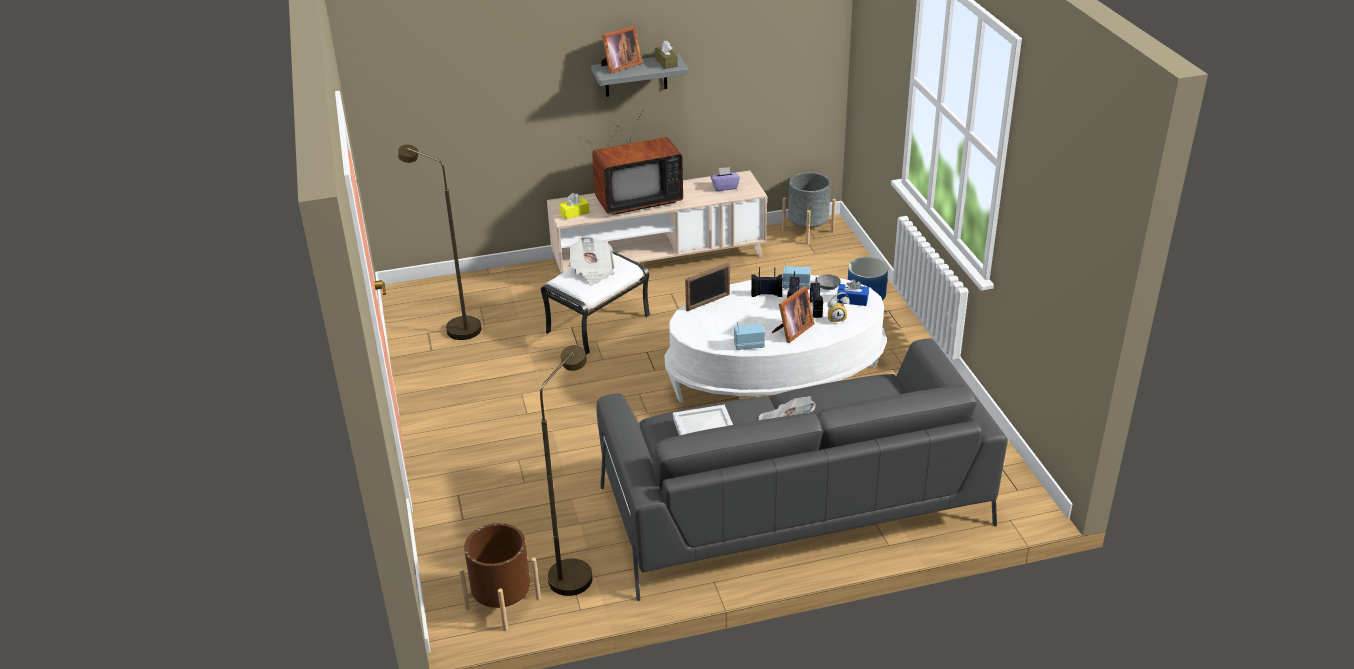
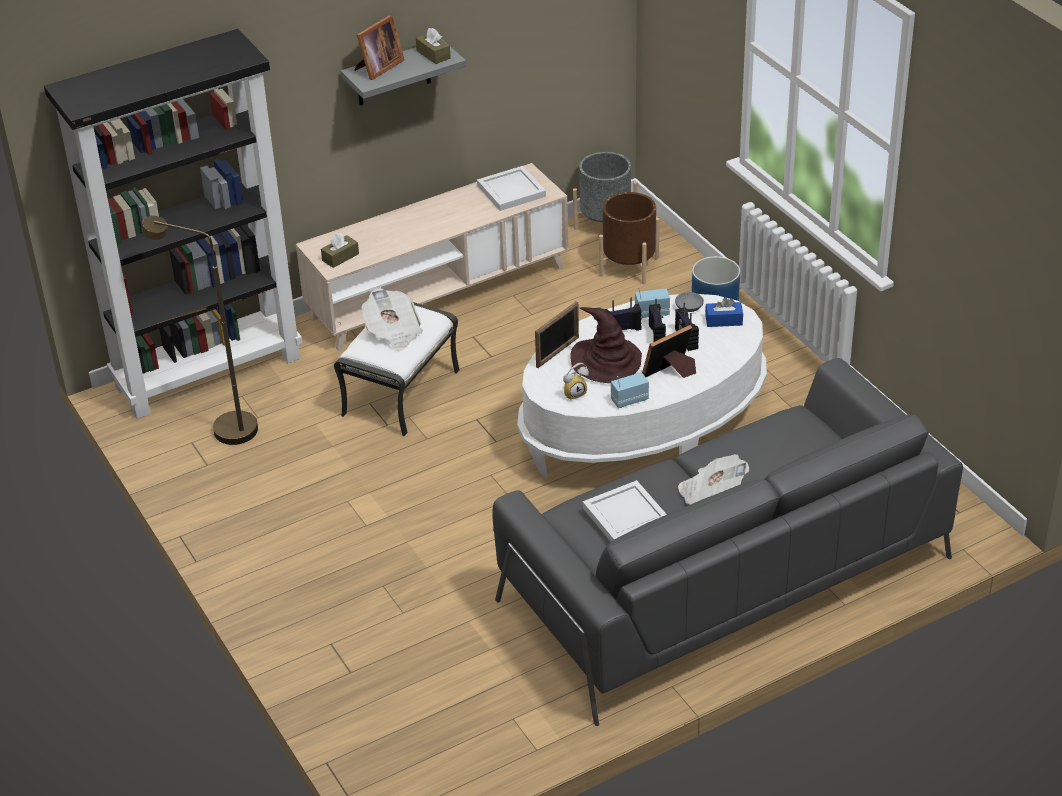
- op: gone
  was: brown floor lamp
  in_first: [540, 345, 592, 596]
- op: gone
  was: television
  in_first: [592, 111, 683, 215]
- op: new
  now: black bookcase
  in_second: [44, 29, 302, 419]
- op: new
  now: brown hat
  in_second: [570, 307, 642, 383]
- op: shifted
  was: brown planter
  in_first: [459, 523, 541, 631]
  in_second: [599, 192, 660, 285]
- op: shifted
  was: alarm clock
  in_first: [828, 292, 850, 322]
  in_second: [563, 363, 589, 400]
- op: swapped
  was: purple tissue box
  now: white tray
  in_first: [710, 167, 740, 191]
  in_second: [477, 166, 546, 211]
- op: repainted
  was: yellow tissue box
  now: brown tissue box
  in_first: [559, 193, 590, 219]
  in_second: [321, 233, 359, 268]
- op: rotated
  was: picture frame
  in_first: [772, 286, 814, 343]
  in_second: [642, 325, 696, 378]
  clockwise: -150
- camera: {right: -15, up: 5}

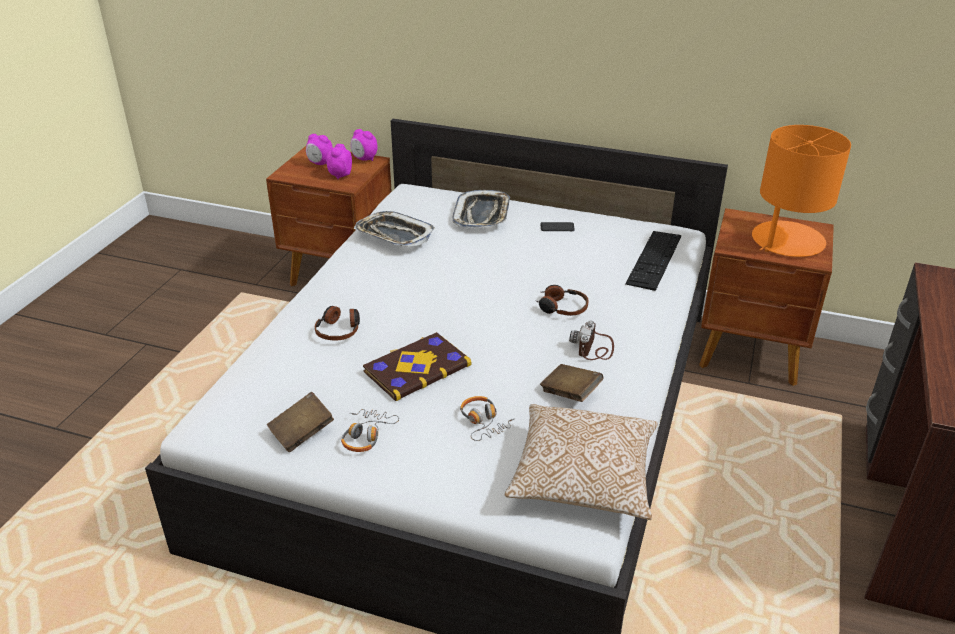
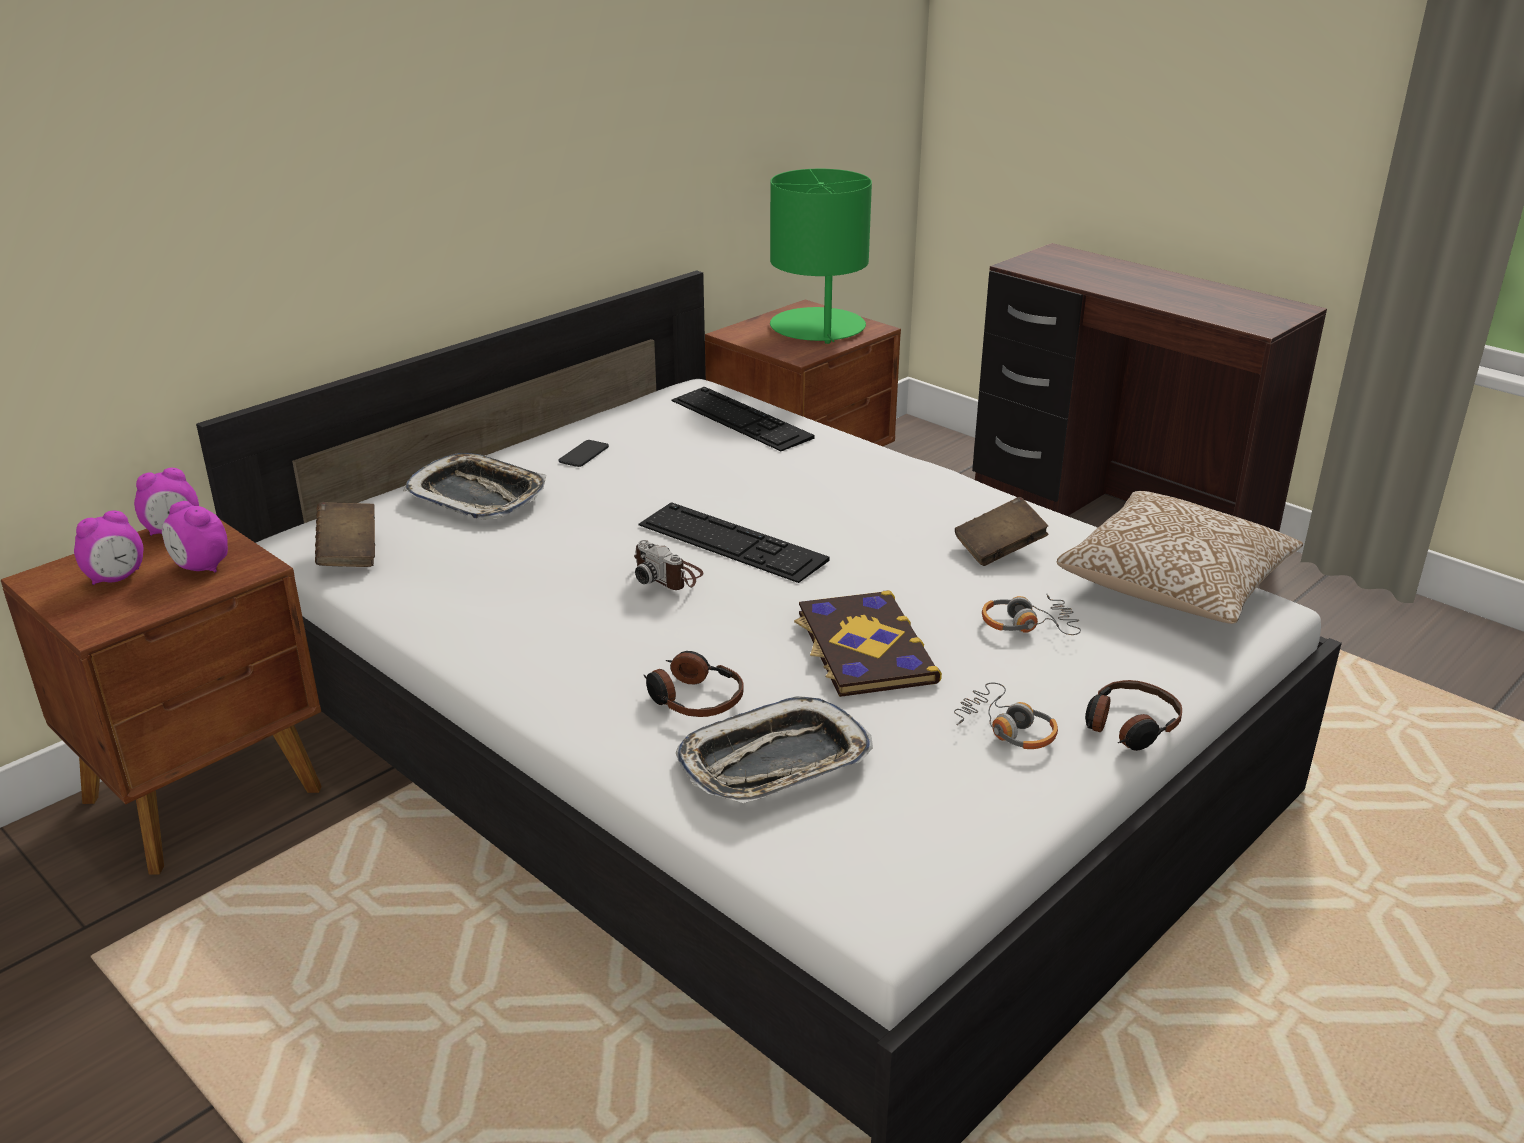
- op: new
  now: keyboard
  in_second: [639, 502, 830, 583]
- op: shifted
  was: brown book
  in_first: [267, 392, 334, 452]
  in_second: [315, 502, 375, 567]
- op: shifted
  was: tray
  in_first: [354, 211, 435, 247]
  in_second: [676, 696, 873, 803]
- op: shifted
  was: headphones
  in_first: [535, 285, 588, 316]
  in_second: [1085, 680, 1182, 751]
- op: shifted
  was: photo camera
  in_first: [569, 320, 614, 360]
  in_second: [634, 540, 703, 590]
- op: repainted
  was: orange table lamp
  now: green table lamp
  in_first: [752, 125, 851, 257]
  in_second: [770, 169, 872, 344]
- camera: {right: -65, up: -5}

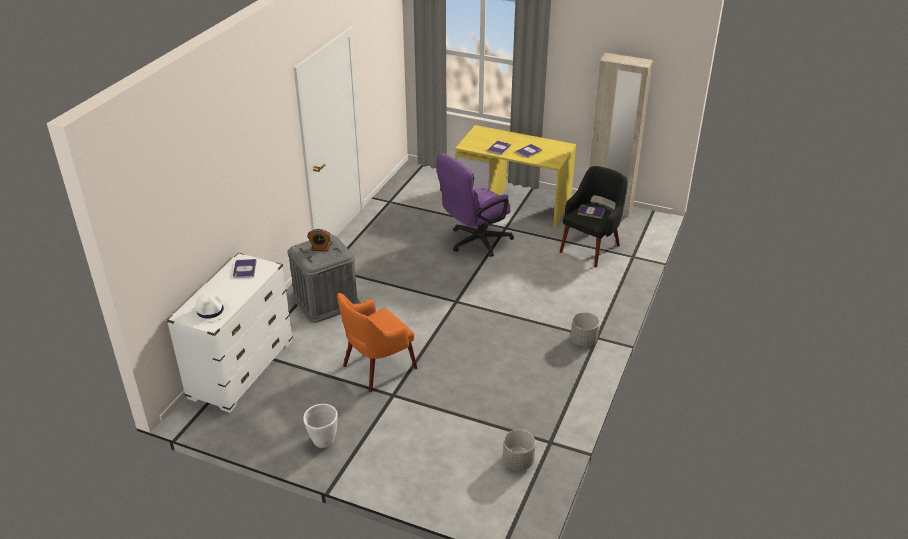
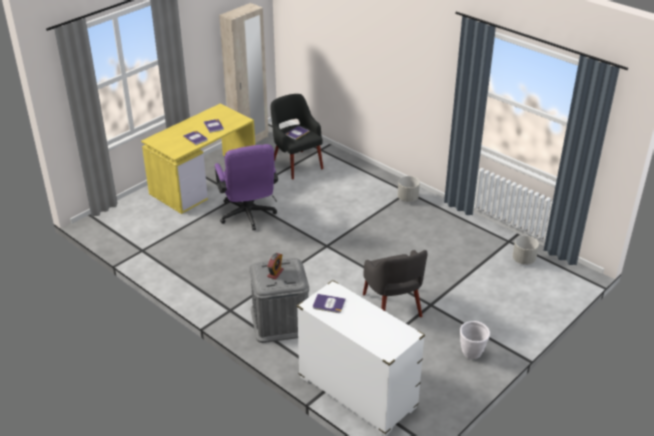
- op: gone
  was: white hat
  in_first: [191, 293, 229, 322]
- op: repainted
  was: orange armchair
  now: grey armchair
  in_first: [337, 293, 417, 392]
  in_second: [363, 250, 428, 317]
- camera: {right: -70, up: 0}

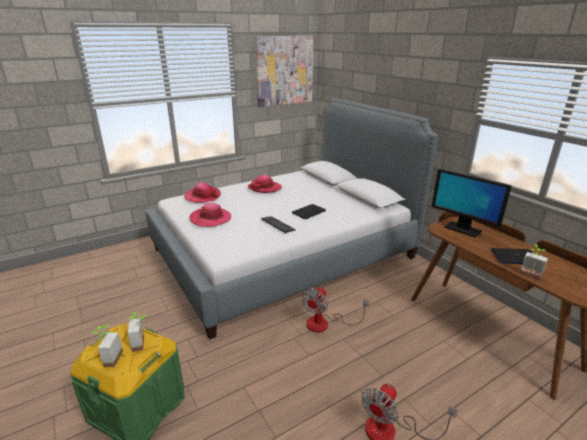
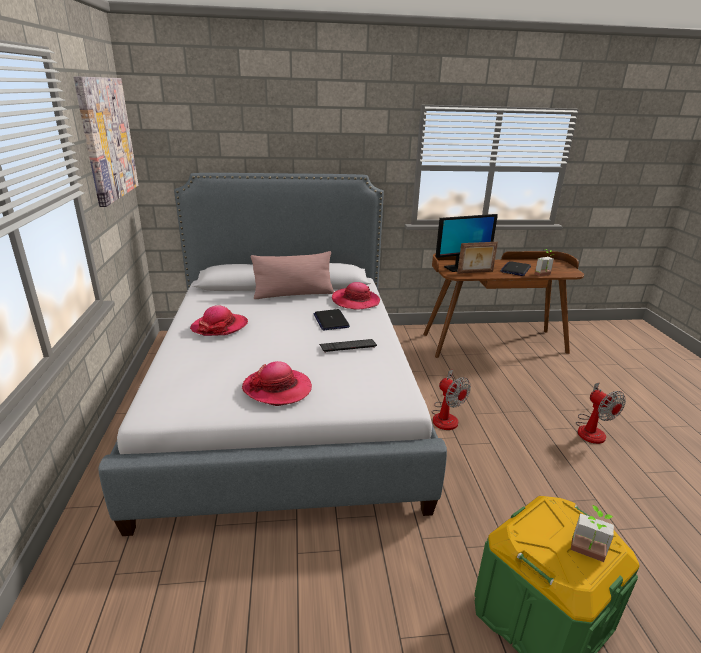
- op: gone
  was: potted plant
  in_first: [128, 312, 147, 352]
- op: new
  now: pink pillow
  in_second: [251, 251, 334, 299]
- op: new
  now: picture frame
  in_second: [457, 242, 498, 274]
- op: shifted
  was: hat
  in_first: [184, 183, 221, 203]
  in_second: [332, 282, 380, 310]
- camera: {right: -65, up: 0}

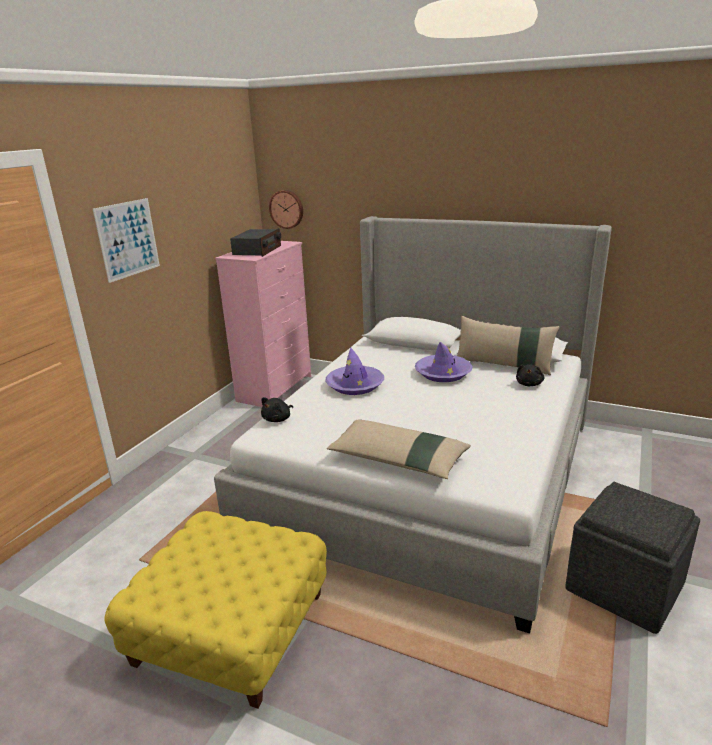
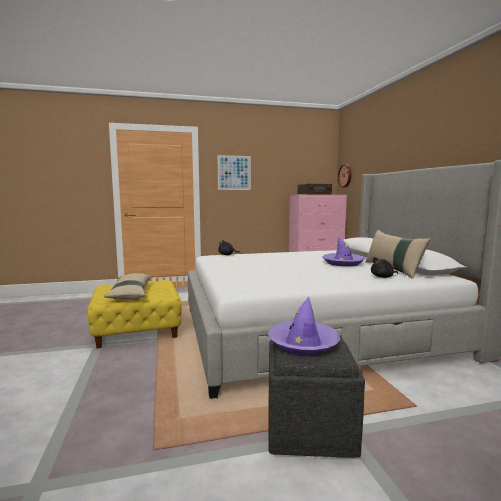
- op: shifted
  was: purple hat
  in_first: [325, 347, 384, 395]
  in_second: [268, 297, 340, 356]
- op: shifted
  was: beige pillow
  in_first: [327, 420, 471, 479]
  in_second: [104, 273, 151, 300]
- camera: {right: 50, up: -15}

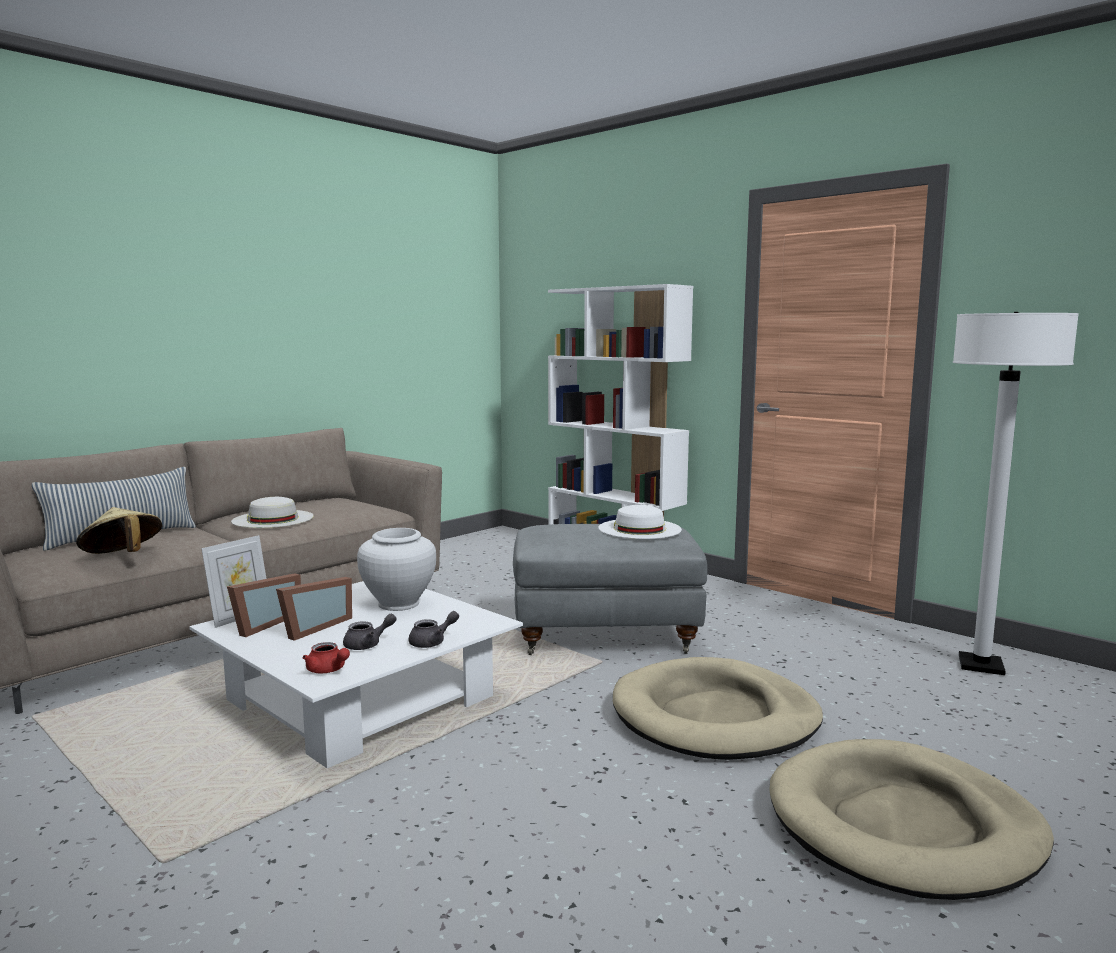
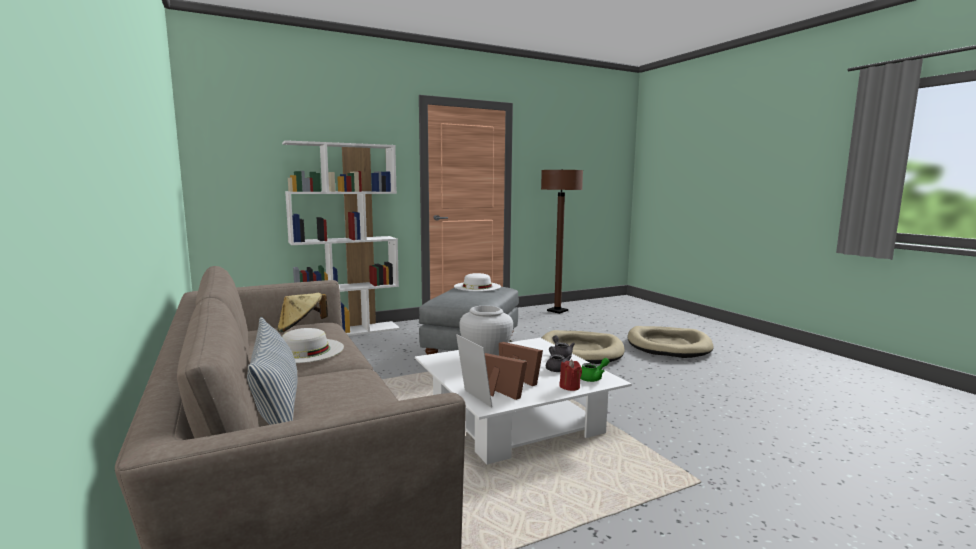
- op: new
  now: red candle
  in_second: [560, 360, 582, 391]
- op: shifted
  was: beige hat
  in_first: [76, 507, 162, 554]
  in_second: [277, 293, 328, 333]
- op: repainted
  was: red teapot
  now: green teapot
  in_first: [303, 642, 350, 673]
  in_second: [580, 358, 610, 382]
- op: repainted
  was: white floor lamp
  now: brown floor lamp
  in_first: [953, 312, 1079, 675]
  in_second: [541, 169, 583, 314]
- camera: {right: -70, up: 0}

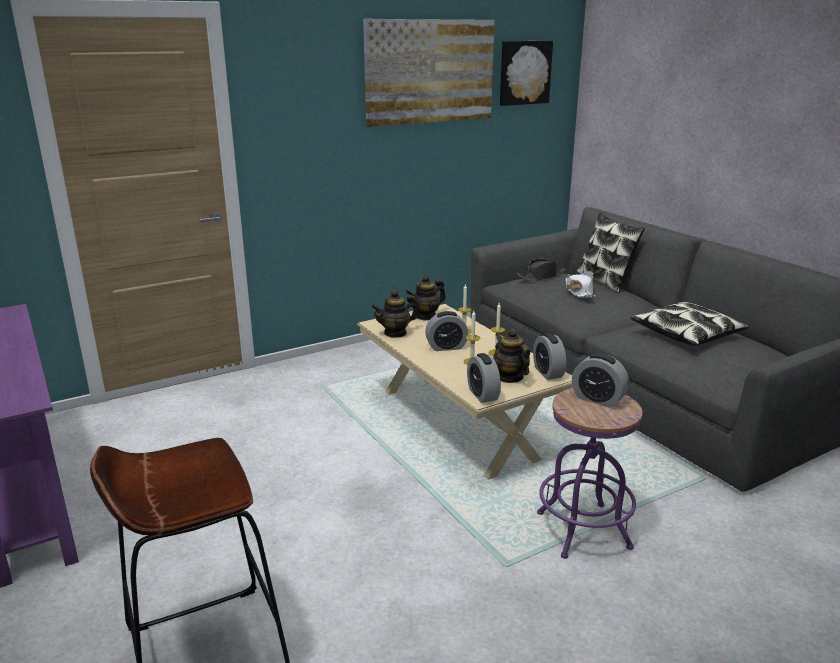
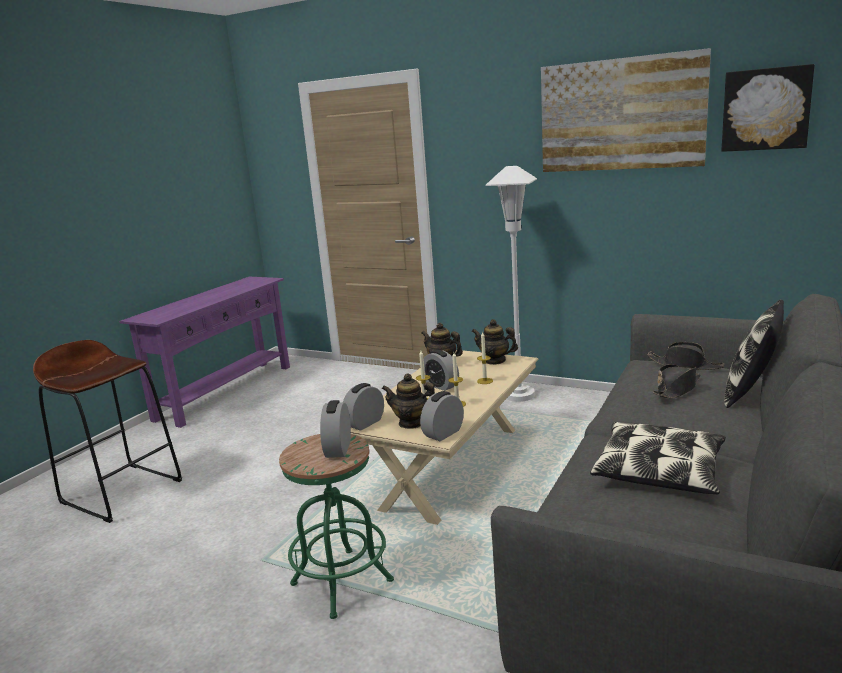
- op: new
  now: white floor lamp
  in_second: [485, 166, 537, 402]
- op: repainted
  was: purple stool
  now: green stool
  in_first: [537, 388, 643, 559]
  in_second: [279, 434, 394, 619]
- op: repainted
  was: white hat
  now: black hat
  in_first: [566, 271, 595, 298]
  in_second: [653, 364, 700, 398]
- op: rotated
  was: teapot
  in_first: [493, 329, 530, 383]
  in_second: [382, 373, 435, 429]
  clockwise: -105
- camera: {right: 60, up: -5}

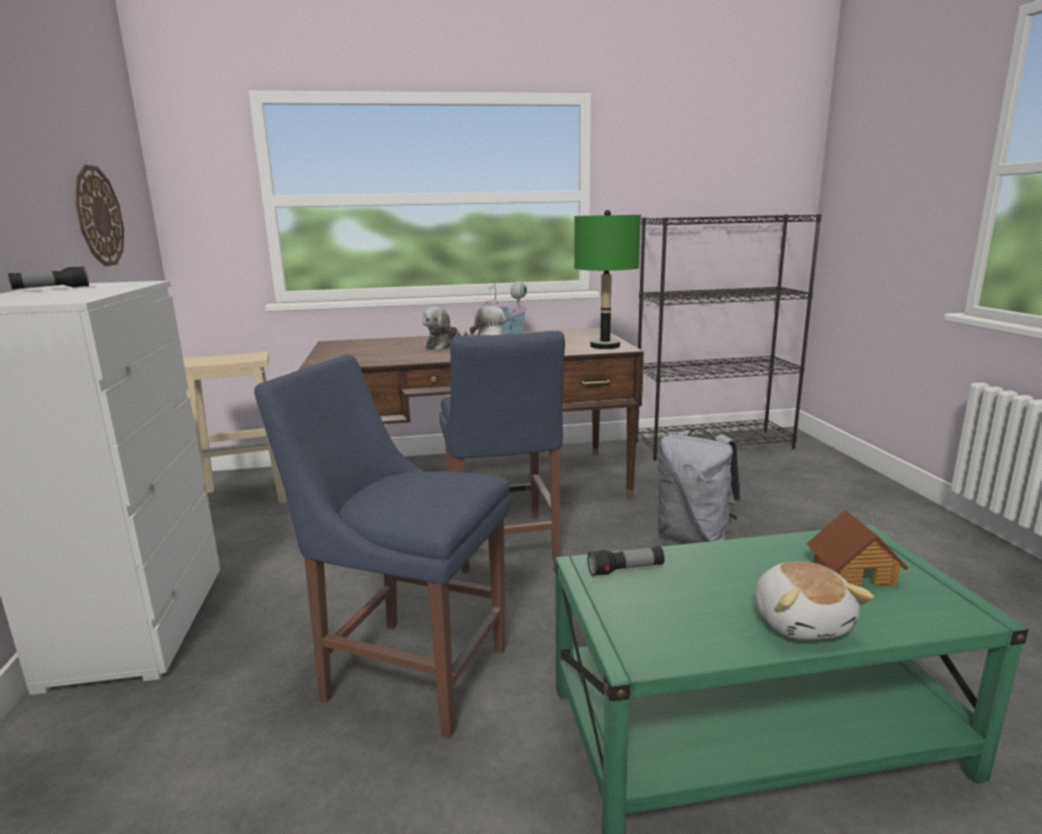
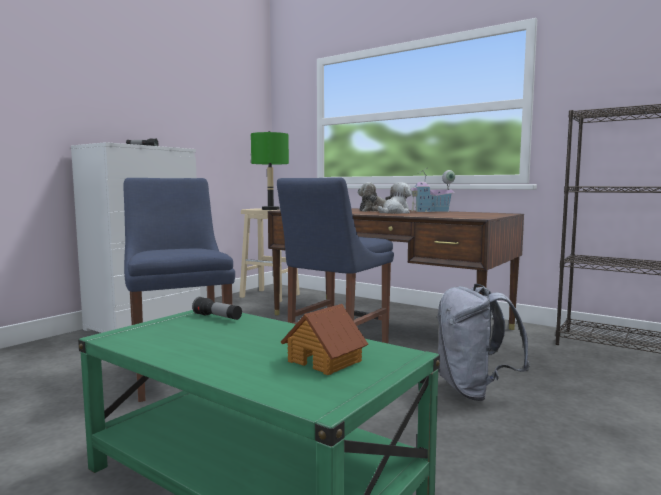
- op: gone
  was: wall clock
  in_first: [75, 165, 124, 266]
- op: gone
  was: plush toy
  in_first: [755, 561, 874, 640]
- op: shifted
  was: green table lamp
  in_first: [574, 210, 641, 349]
  in_second: [251, 131, 289, 210]
- camera: {right: 45, up: -10}

